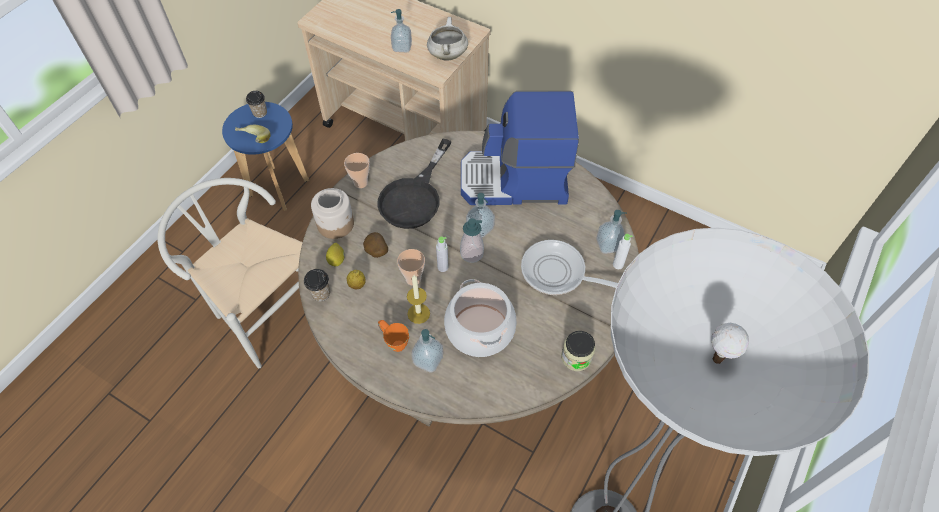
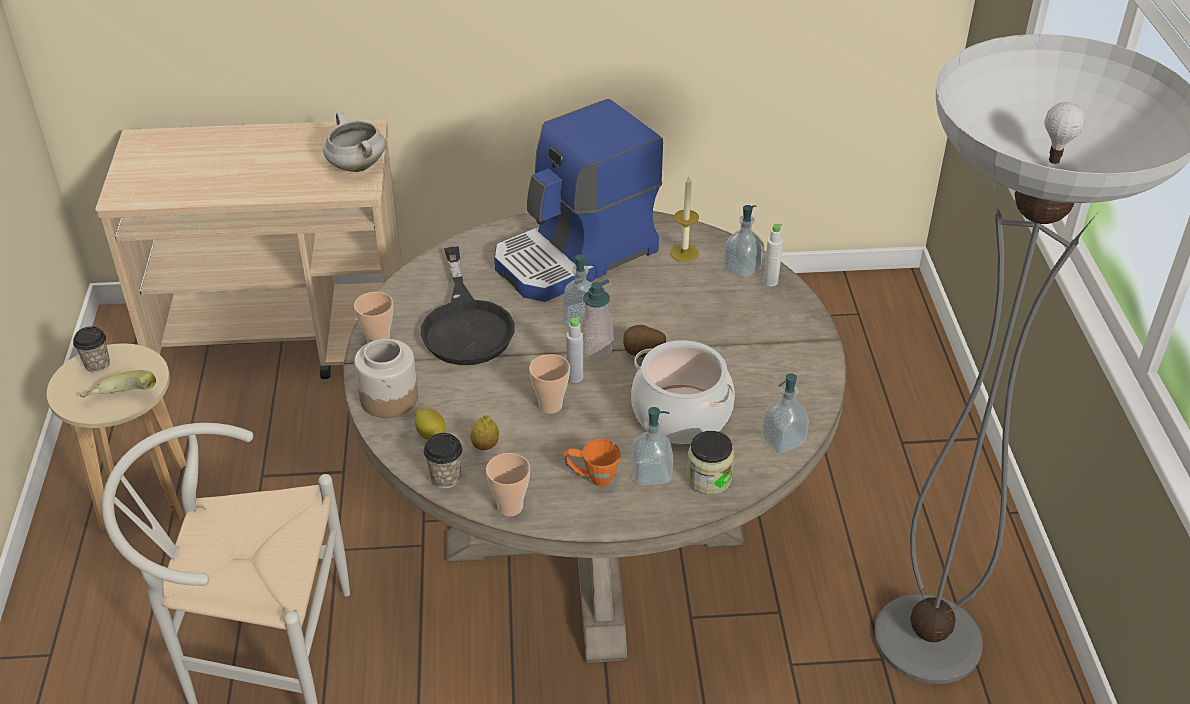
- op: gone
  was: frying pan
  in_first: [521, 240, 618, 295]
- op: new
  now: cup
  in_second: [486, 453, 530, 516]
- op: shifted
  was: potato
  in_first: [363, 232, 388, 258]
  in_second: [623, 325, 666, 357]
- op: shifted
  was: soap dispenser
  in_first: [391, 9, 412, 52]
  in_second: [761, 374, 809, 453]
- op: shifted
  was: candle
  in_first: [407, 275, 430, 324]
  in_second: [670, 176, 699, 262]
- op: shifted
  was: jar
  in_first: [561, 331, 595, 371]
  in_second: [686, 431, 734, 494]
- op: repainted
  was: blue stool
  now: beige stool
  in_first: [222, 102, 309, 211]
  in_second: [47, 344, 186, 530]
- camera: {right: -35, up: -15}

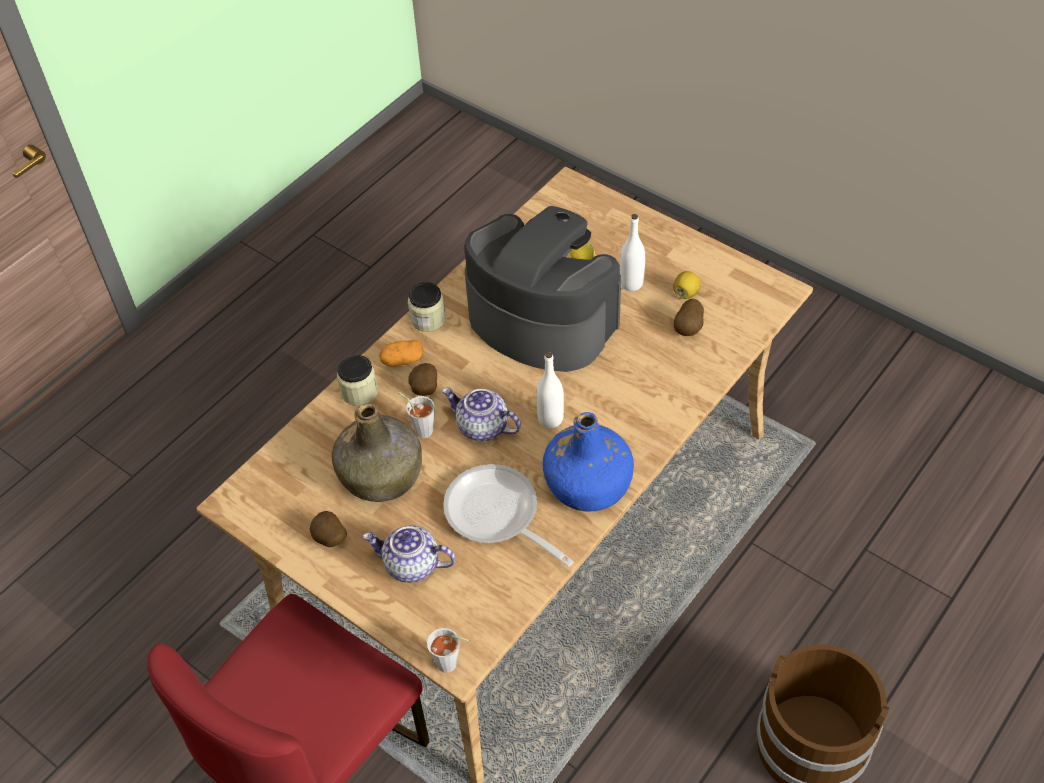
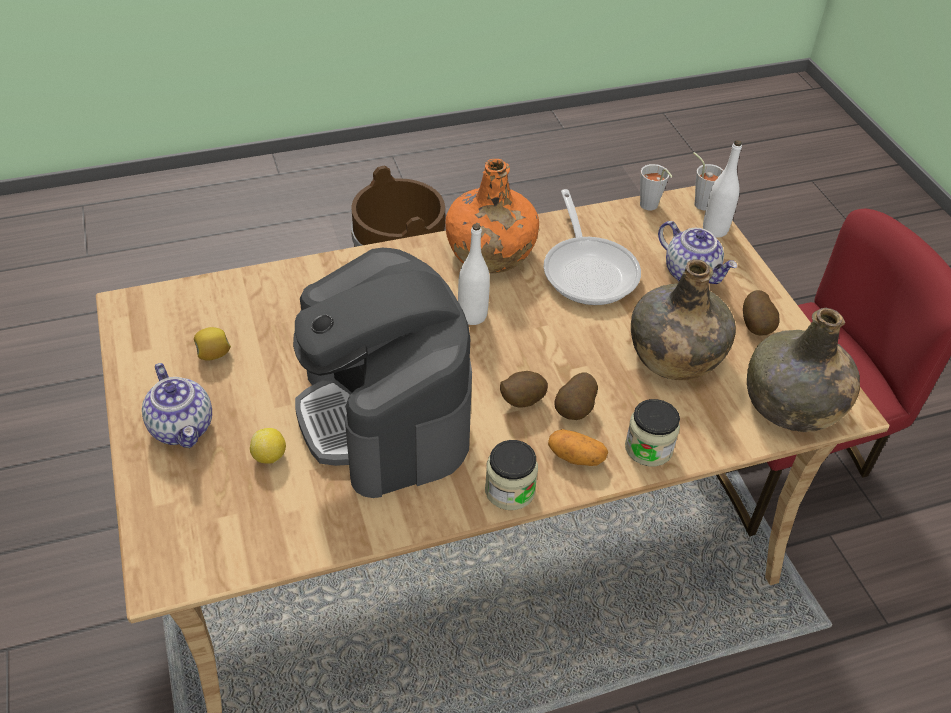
- op: new
  now: green bottle
  in_second: [747, 308, 860, 432]
- op: shifted
  was: grey cup
  in_first: [398, 392, 435, 438]
  in_second: [640, 164, 673, 211]
- op: shifted
  was: teapot
  in_first: [442, 387, 521, 441]
  in_second: [142, 363, 212, 448]
- op: shifted
  was: white bottle
  in_first: [620, 214, 645, 291]
  in_second: [703, 140, 742, 238]
- op: shifted
  was: potato
  in_first: [674, 299, 704, 336]
  in_second: [500, 371, 548, 408]
- op: repainted
  was: blue bottle
  now: orange bottle
  in_first: [543, 412, 634, 512]
  in_second: [445, 159, 539, 273]
- camera: {right: -150, up: -5}

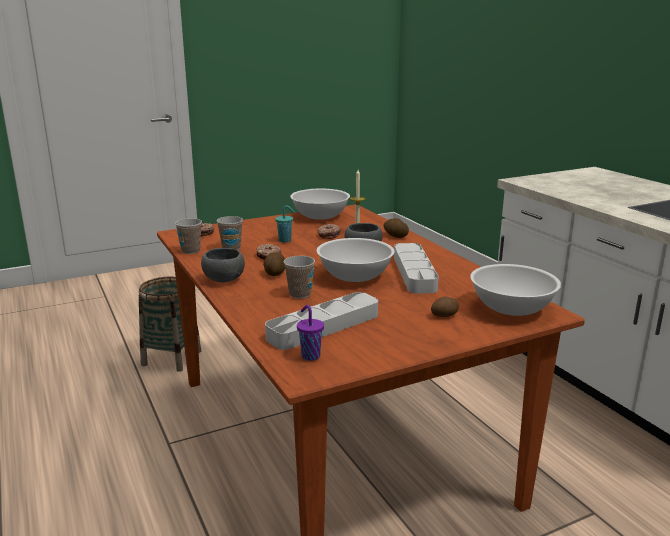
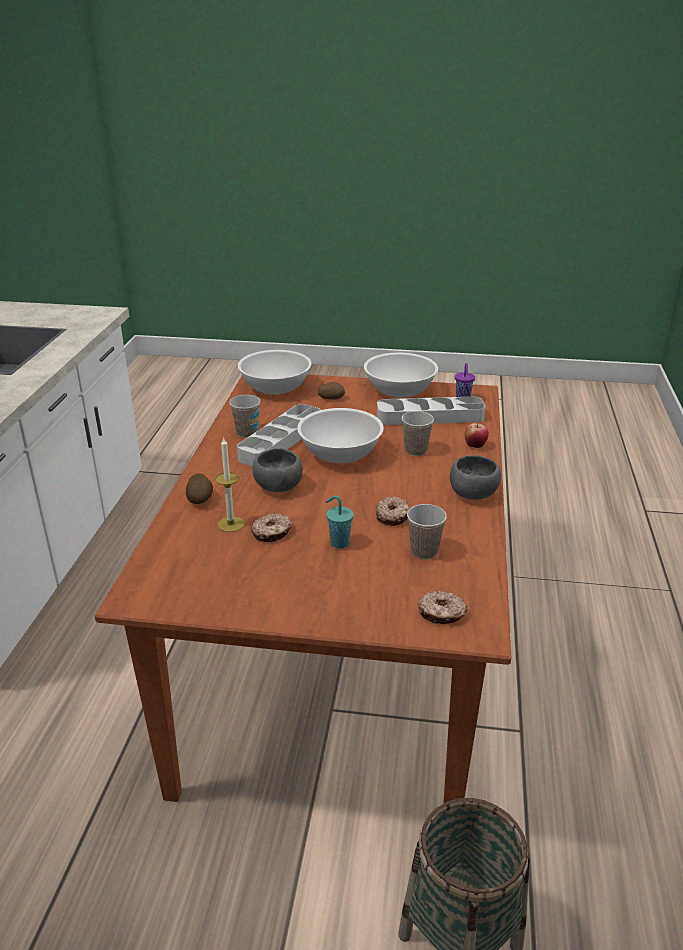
- op: gone
  was: potato
  in_first: [263, 252, 285, 276]
- op: new
  now: apple
  in_second: [465, 423, 489, 448]
- op: shifted
  was: cup
  in_first: [175, 218, 202, 254]
  in_second: [229, 395, 261, 438]
- op: shifted
  was: white bowl
  in_first: [290, 189, 350, 220]
  in_second: [364, 353, 438, 398]
- camera: {right: -145, up: 10}

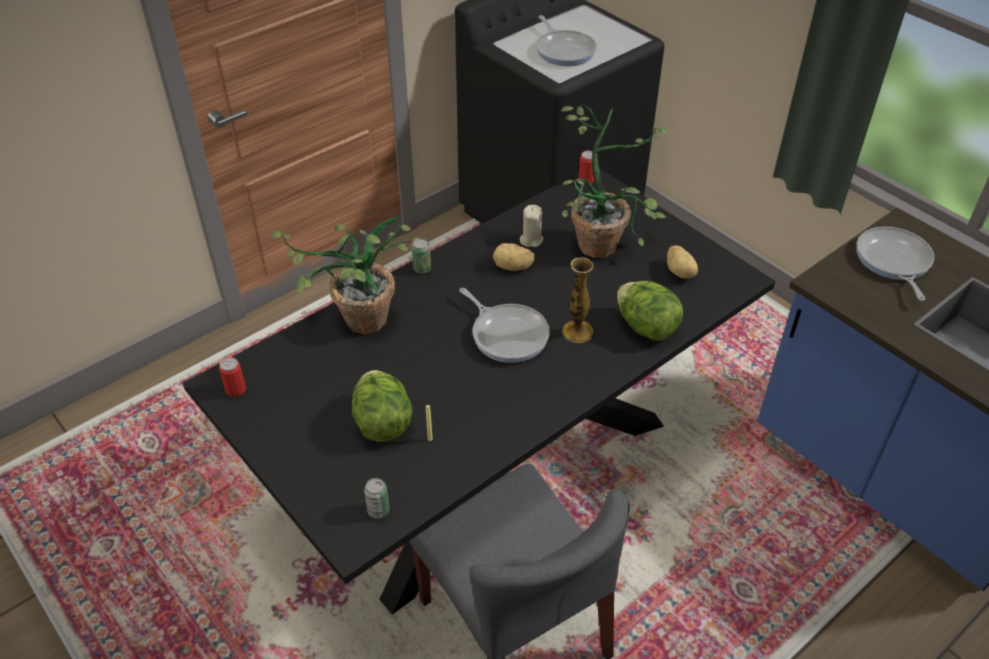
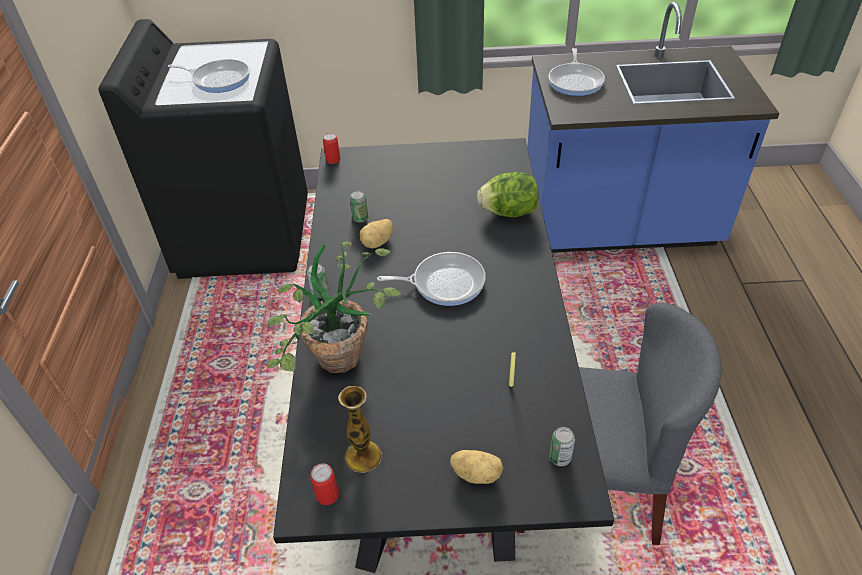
- op: gone
  was: lettuce
  in_first: [352, 370, 413, 442]
- op: gone
  was: potted plant
  in_first: [561, 105, 669, 258]
- op: shifted
  was: vase
  in_first: [562, 257, 594, 343]
  in_second: [338, 386, 382, 473]
- op: shifted
  was: potato
  in_first: [667, 245, 698, 279]
  in_second: [450, 450, 504, 484]
- op: swapped
  was: beige candle
  now: can
  in_first: [520, 205, 543, 247]
  in_second: [350, 191, 368, 222]
- op: rotated
  was: frying pan
  in_first: [857, 227, 934, 301]
  in_second: [548, 48, 605, 96]
  clockwise: -120
- camera: {right: -50, up: 0}

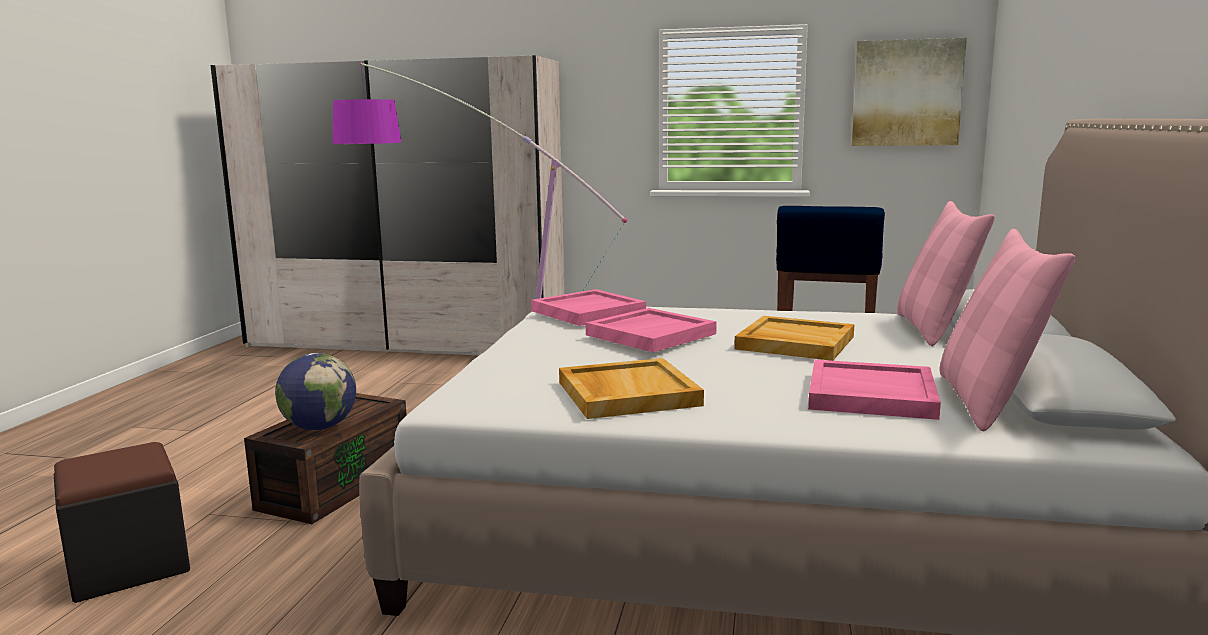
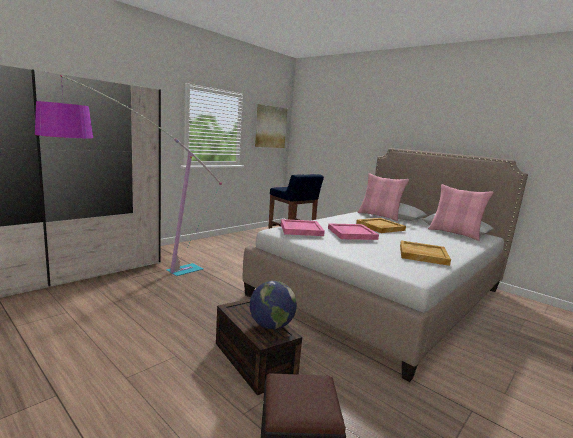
- op: gone
  was: pink tray
  in_first: [808, 360, 941, 420]
- camera: {right: -60, up: 0}

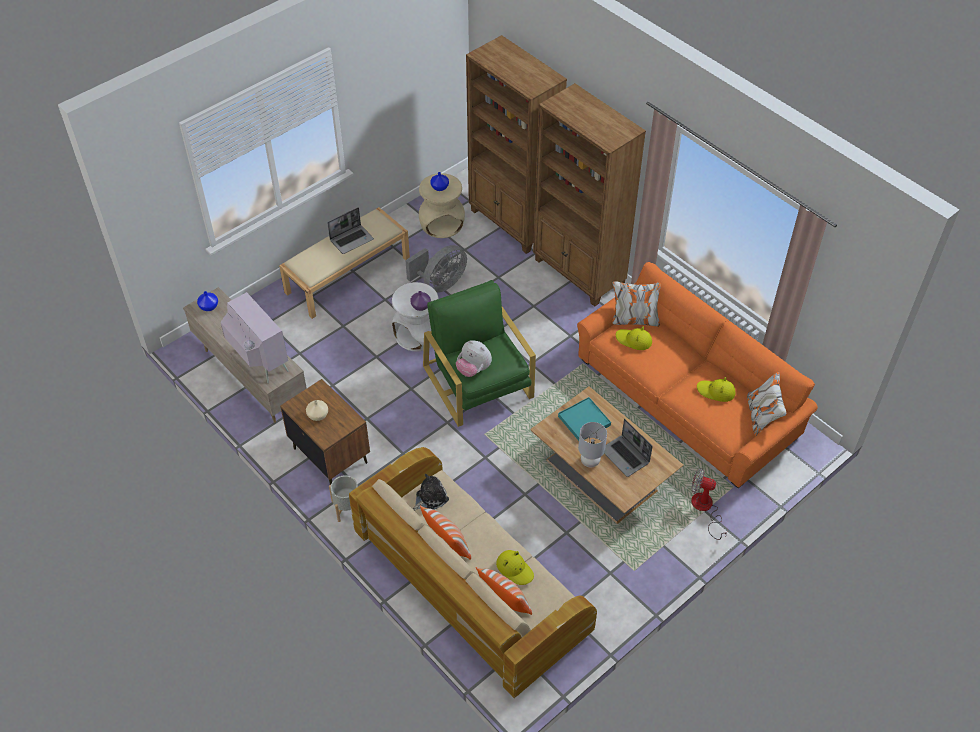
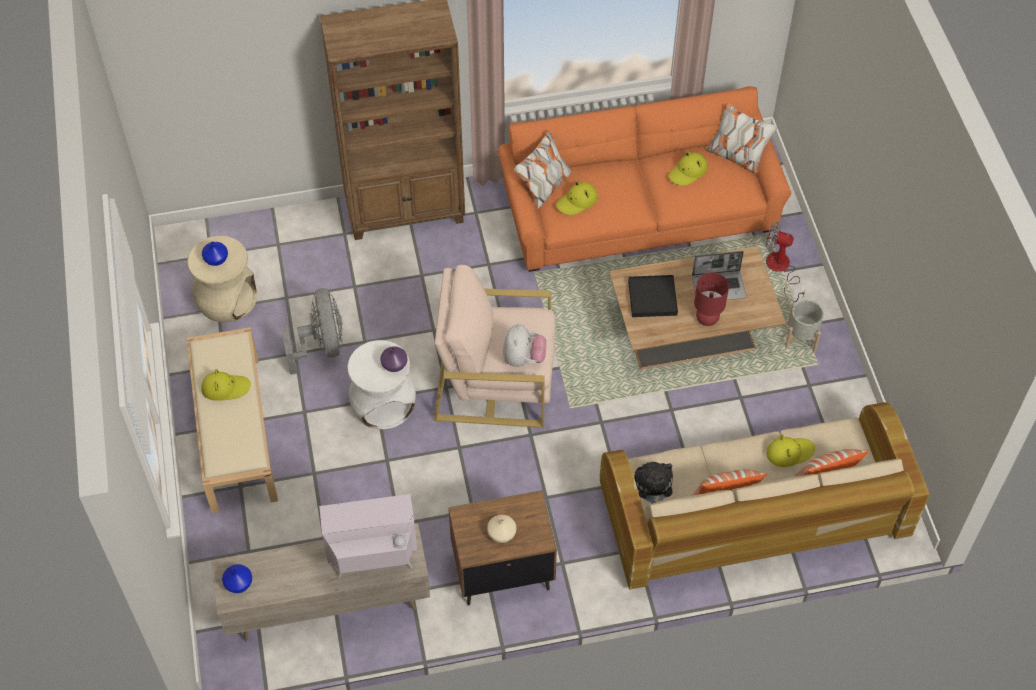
- op: gone
  was: brown bookcase
  in_first: [466, 35, 567, 254]
- op: shifted
  was: grey planter
  in_first: [329, 475, 358, 522]
  in_second: [785, 300, 824, 353]
- op: swapped
  was: laptop
  now: yellow hat
  in_first: [327, 207, 374, 254]
  in_second: [201, 369, 251, 401]
- op: repainted
  was: green armchair
  now: beige armchair
  in_first: [423, 280, 536, 427]
  in_second: [434, 265, 556, 428]
- op: repainted
  was: turquoise tray
  now: black tray
  in_first: [558, 397, 611, 441]
  in_second: [628, 275, 678, 317]
- op: repainted
  was: grey table lamp
  now: red table lamp
  in_first: [578, 422, 607, 468]
  in_second: [694, 272, 729, 326]
- op: rotated
  was: plush toy
  in_first: [456, 340, 492, 377]
  in_second: [503, 324, 546, 367]
  clockwise: -60
- op: rotated
  was: fan
  in_first: [691, 468, 728, 540]
  in_second: [766, 222, 806, 302]
  clockwise: 60
- camera: {right: -60, up: 5}

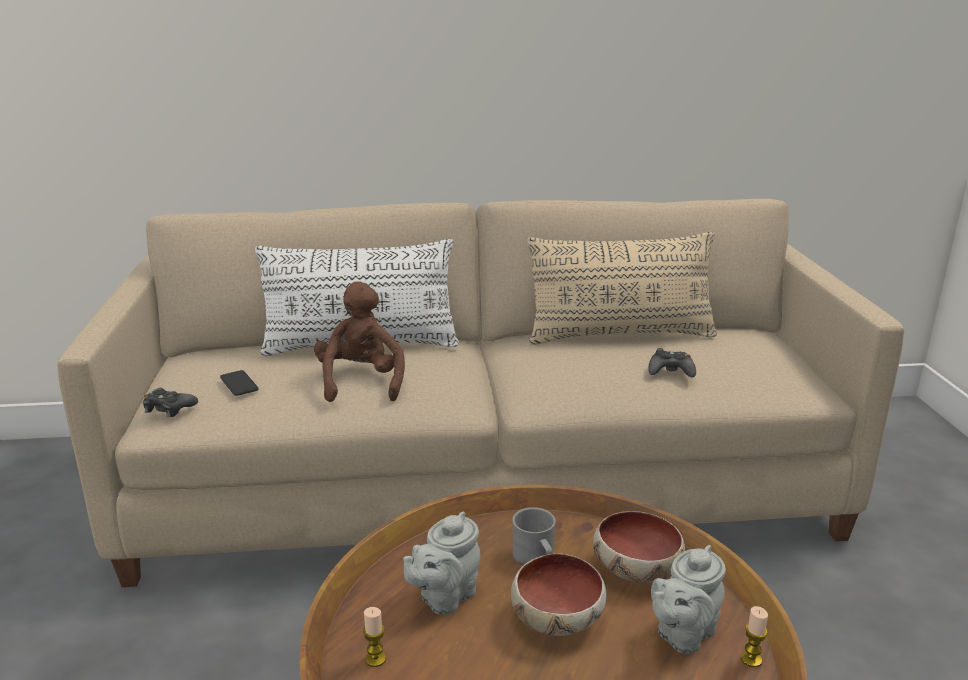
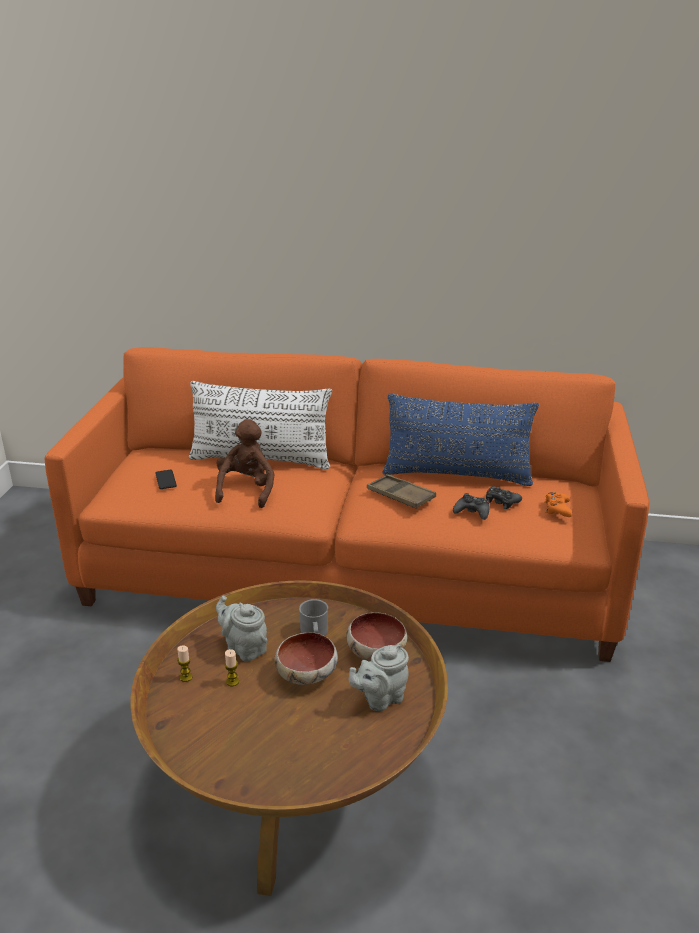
- op: new
  now: brown tray
  in_second: [367, 474, 436, 509]
- op: new
  now: orange game controller
  in_second: [544, 492, 572, 517]
- op: shifted
  was: black game controller
  in_first: [143, 388, 198, 417]
  in_second: [486, 486, 522, 509]
- op: shifted
  was: candle
  in_first: [741, 606, 768, 667]
  in_second: [225, 649, 239, 686]
- op: repainted
  was: beige sofa
  now: orange sofa
  in_first: [57, 199, 904, 587]
  in_second: [44, 347, 650, 662]
- op: repainted
  was: beige pillow
  now: blue pillow
  in_first: [527, 232, 717, 345]
  in_second: [383, 393, 539, 486]
- op: rotated
  was: grey teapot
  in_first: [403, 512, 480, 615]
  in_second: [216, 596, 267, 661]
  clockwise: 75
- camera: {right: 15, up: 5}

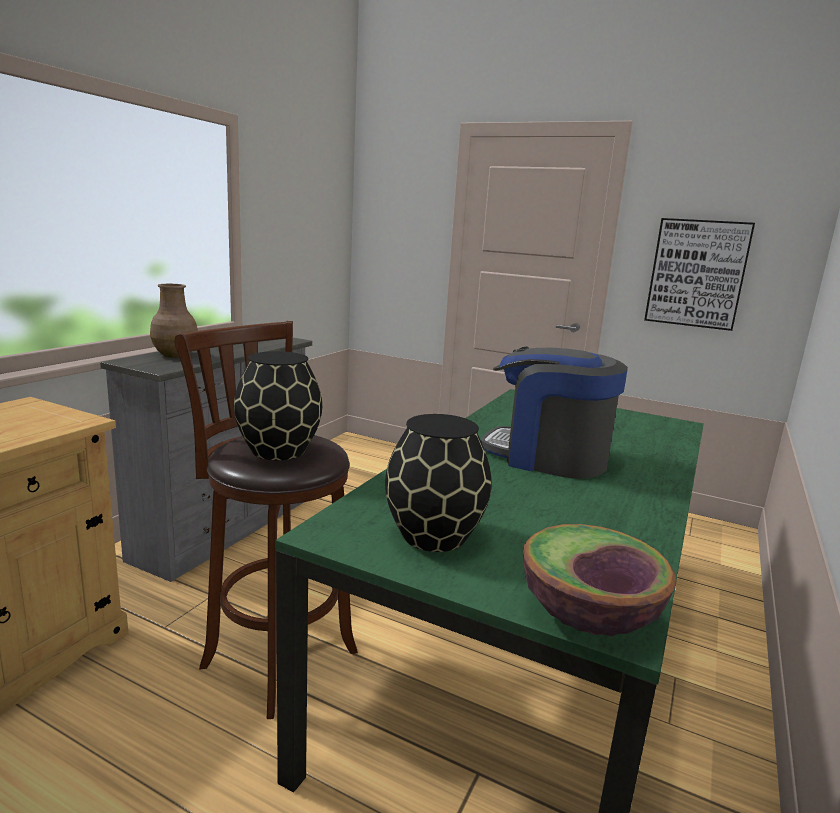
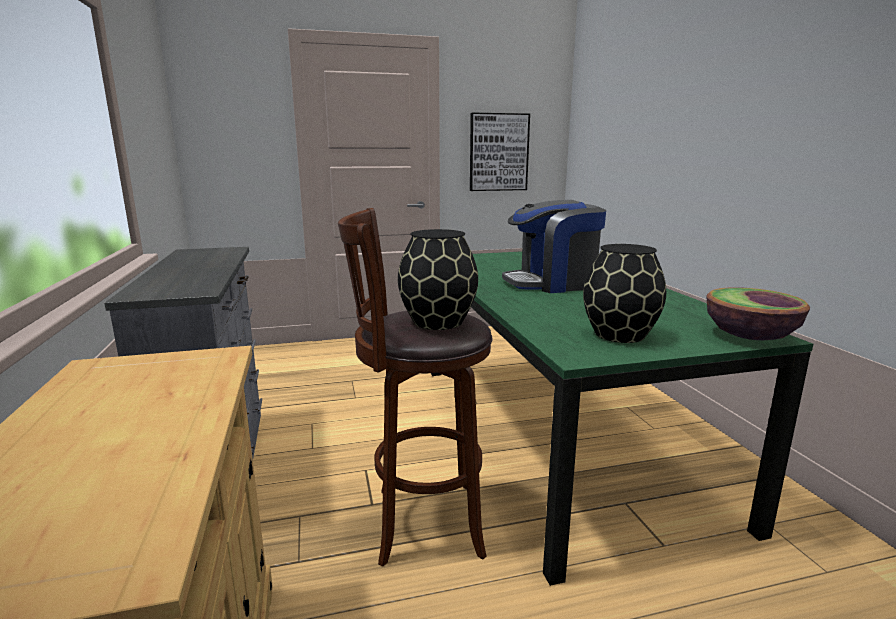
- op: gone
  was: brown vase
  in_first: [150, 284, 198, 358]
- camera: {right: -40, up: 0}

